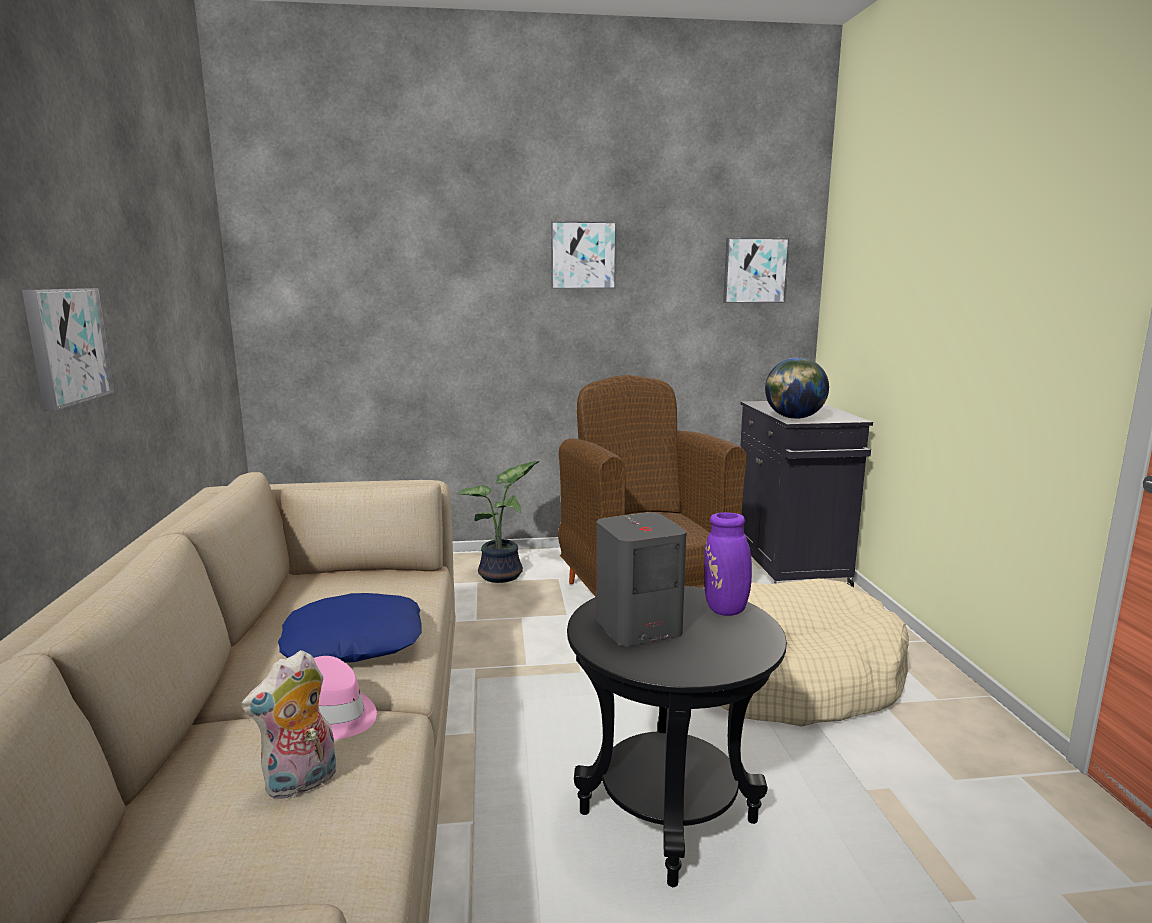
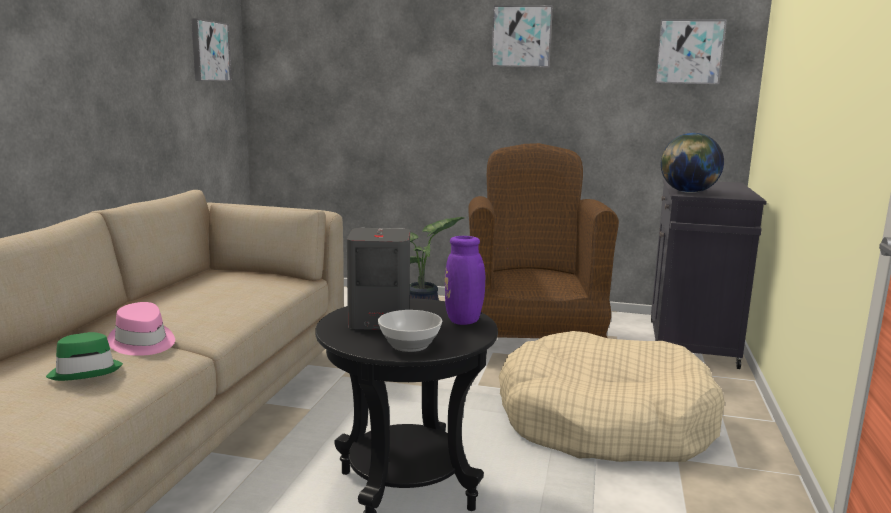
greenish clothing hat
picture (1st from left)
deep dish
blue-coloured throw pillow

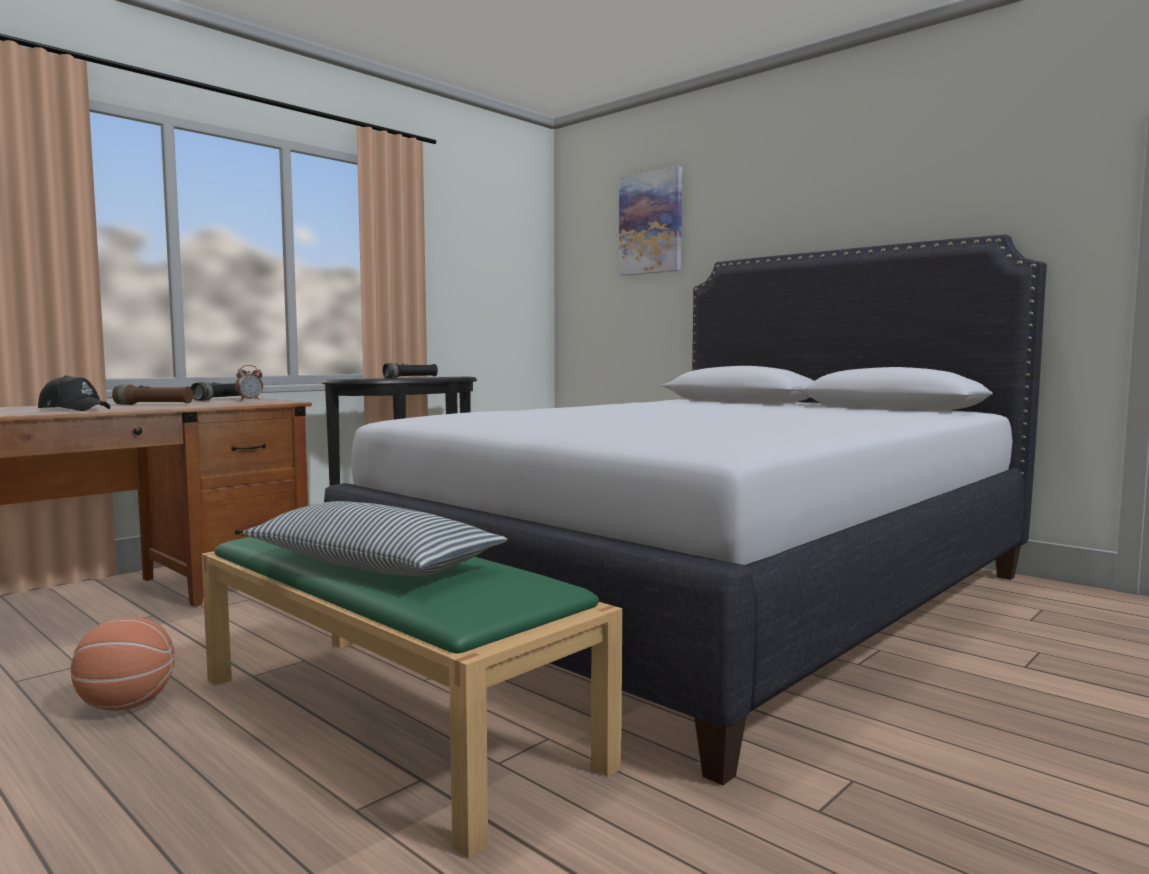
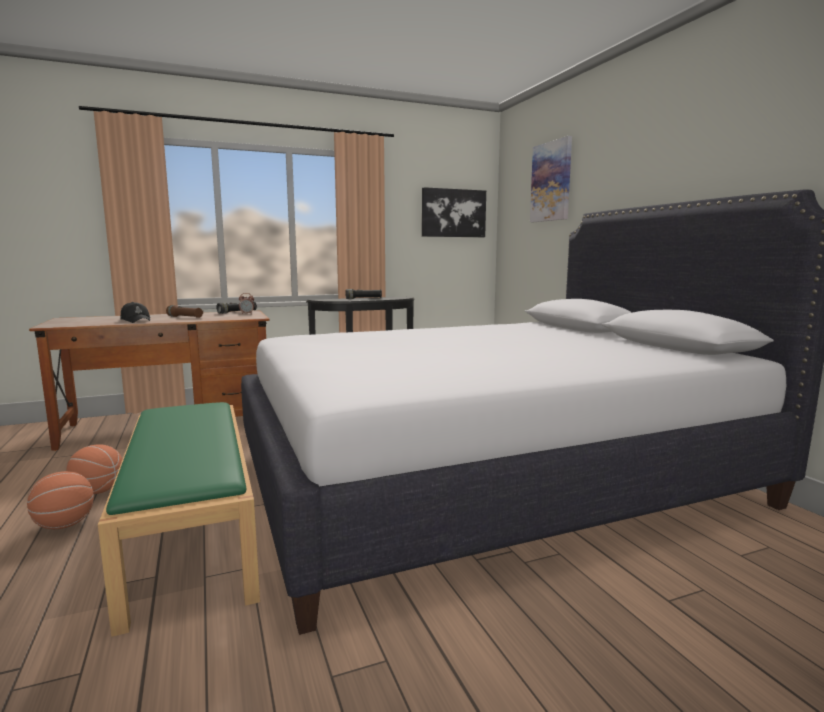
basketball (1st from left)
picture (1st from left)
throw pillow

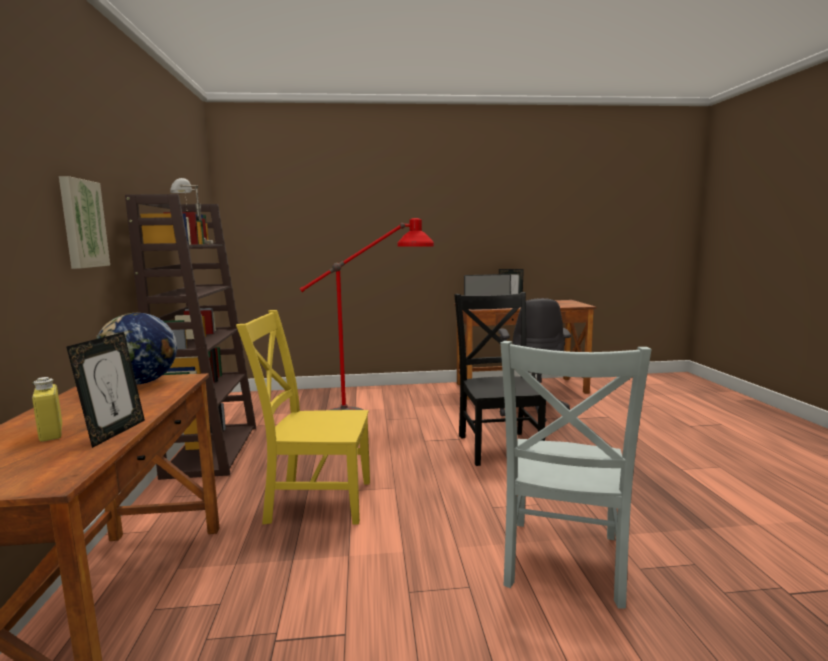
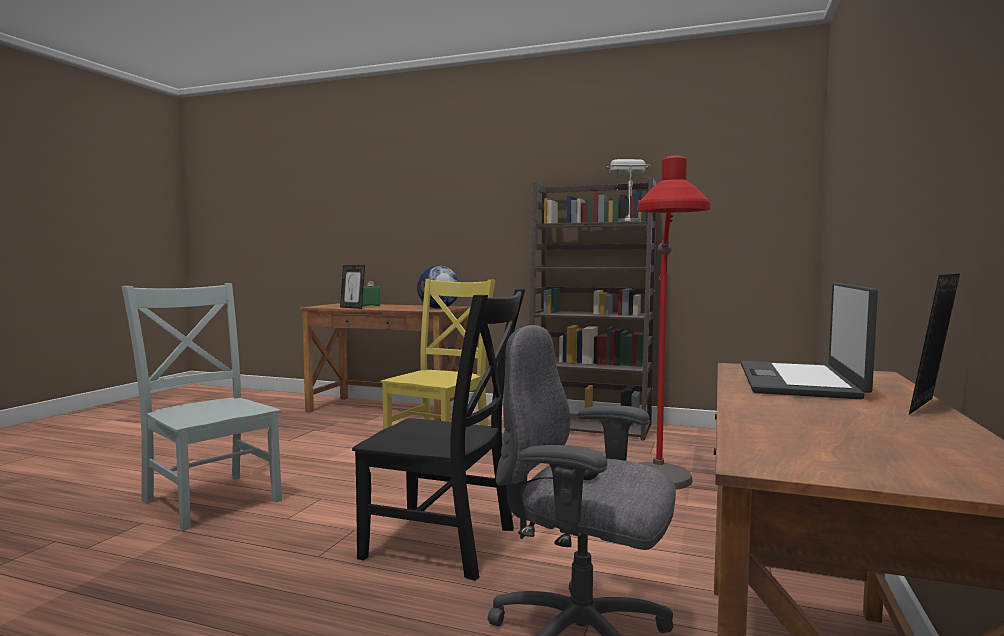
greenish drink bottle
picture

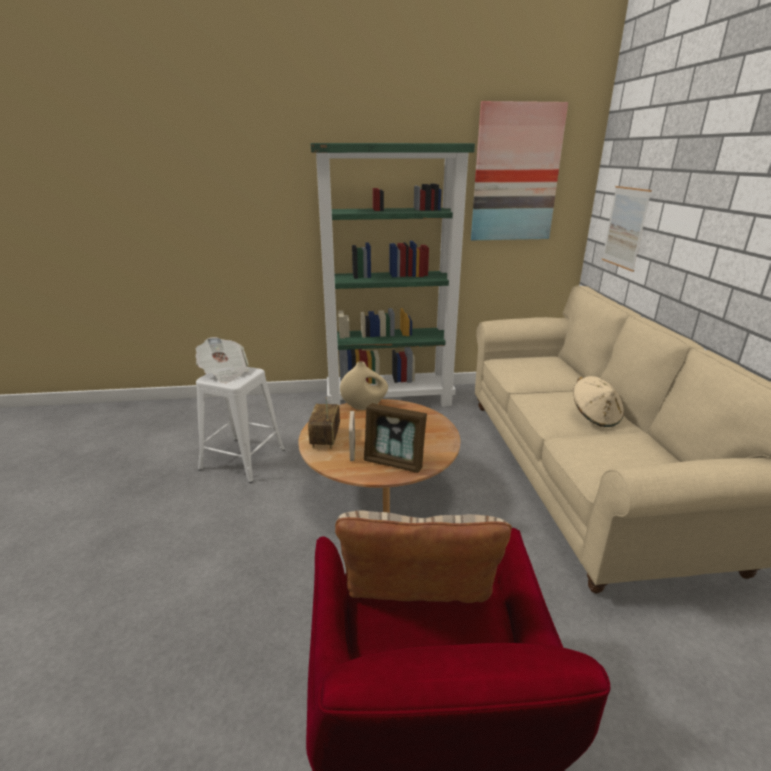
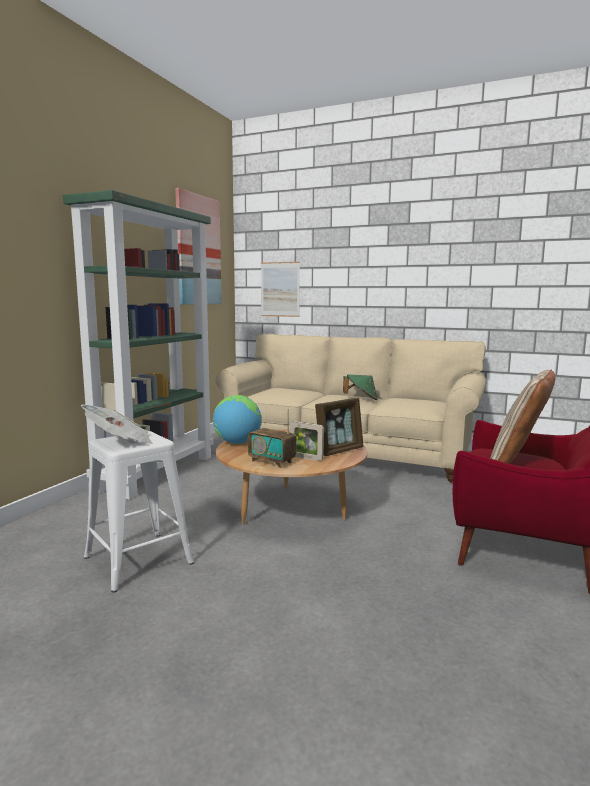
world globe
greenish clothing hat

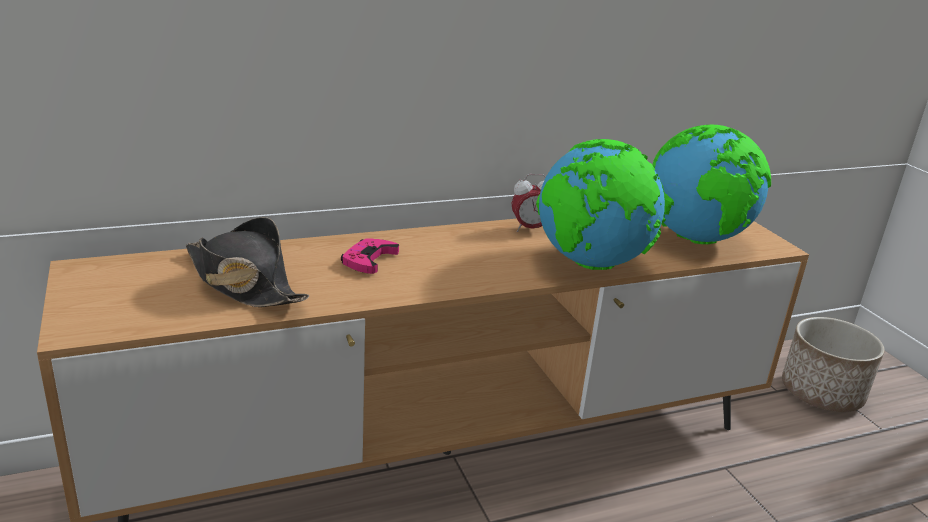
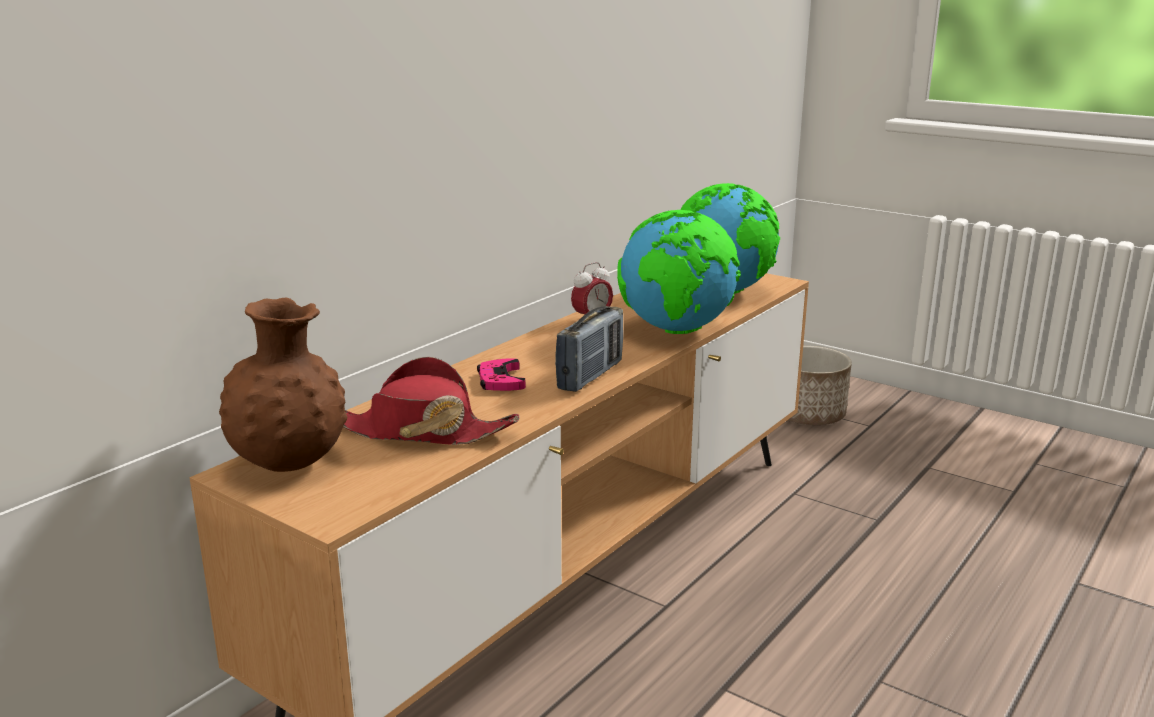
brown flower vase
reddish clothing hat
radio receiver

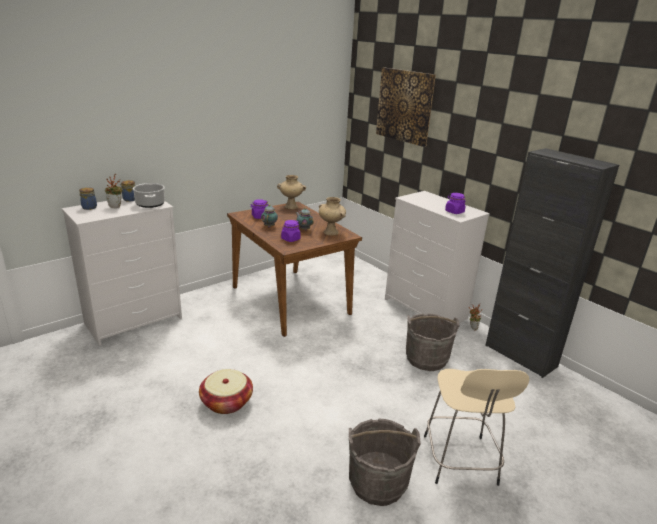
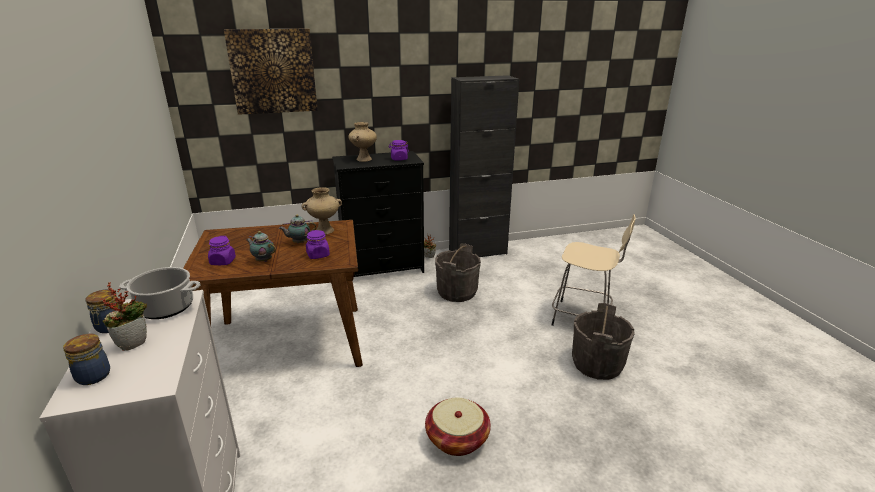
black chest of drawers
beige-coloured flower vase (2nd from left)

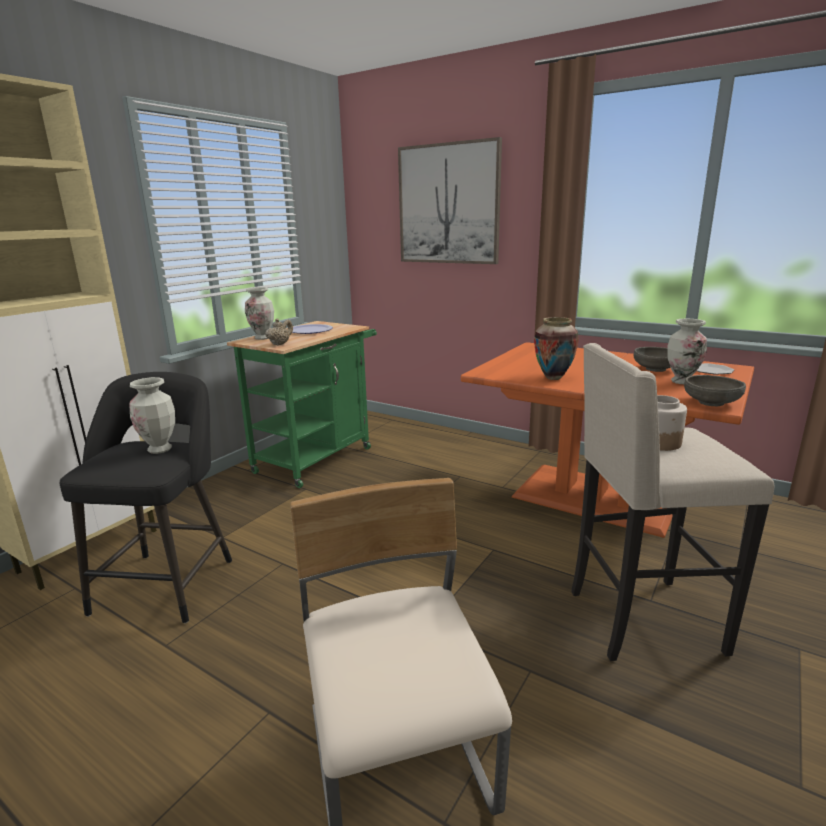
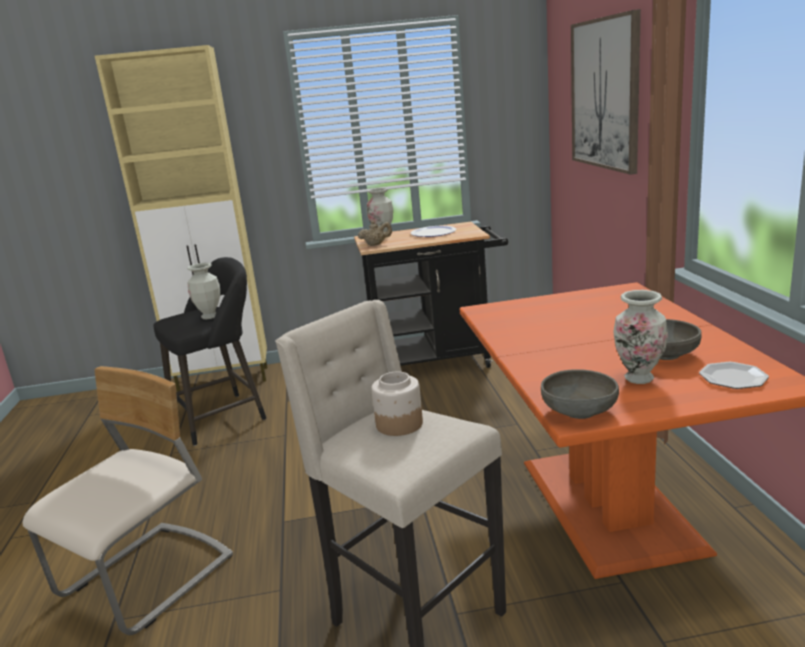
black trolley
flower vase (3rd from left in the first image)

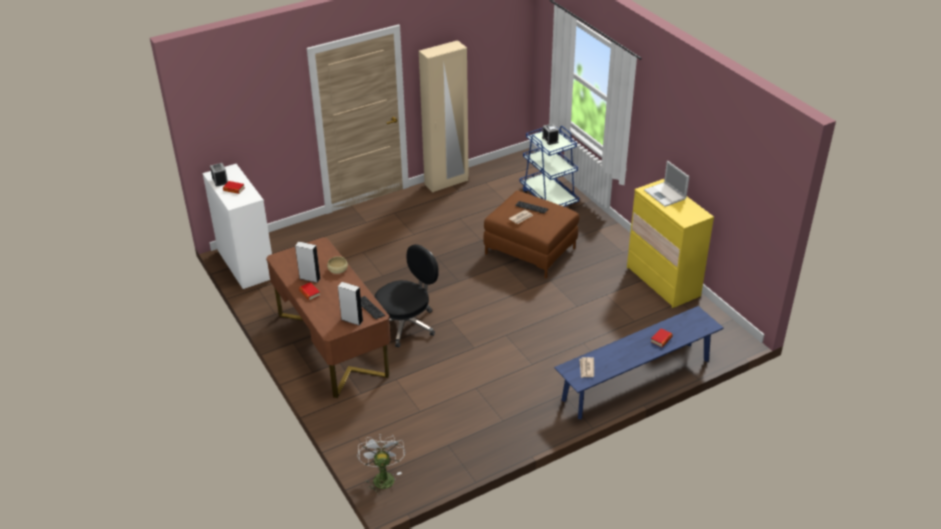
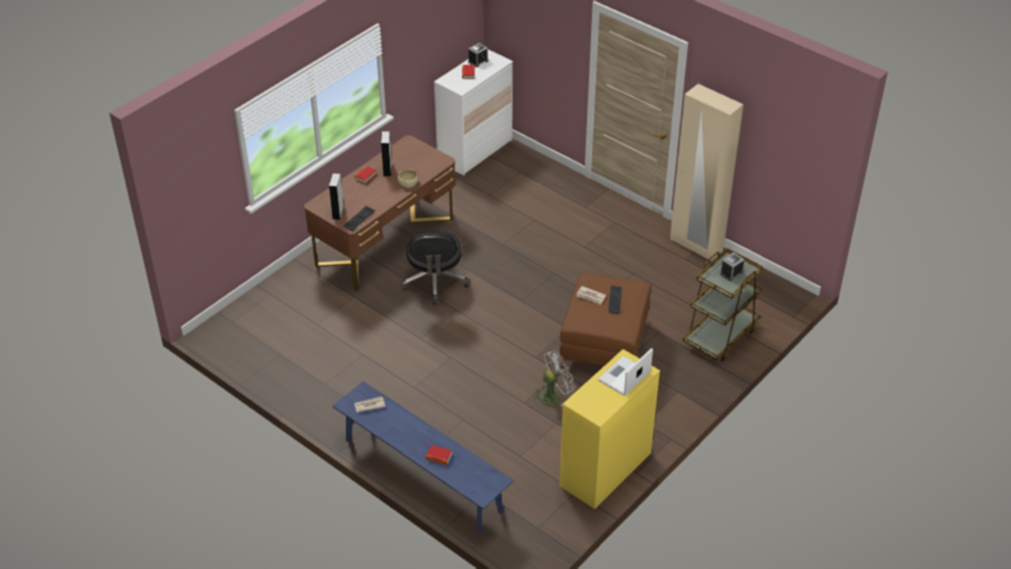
black computer chair
white-coloured cooling fan
brown trolley

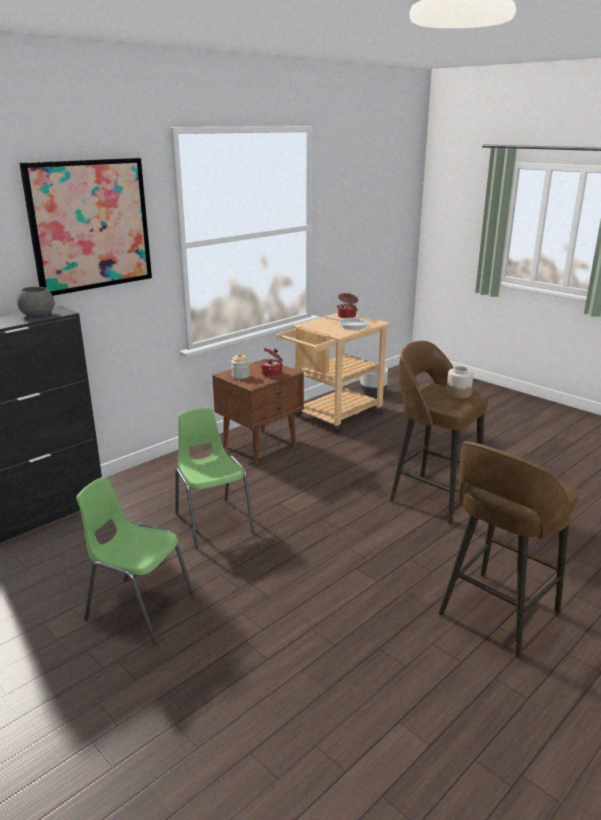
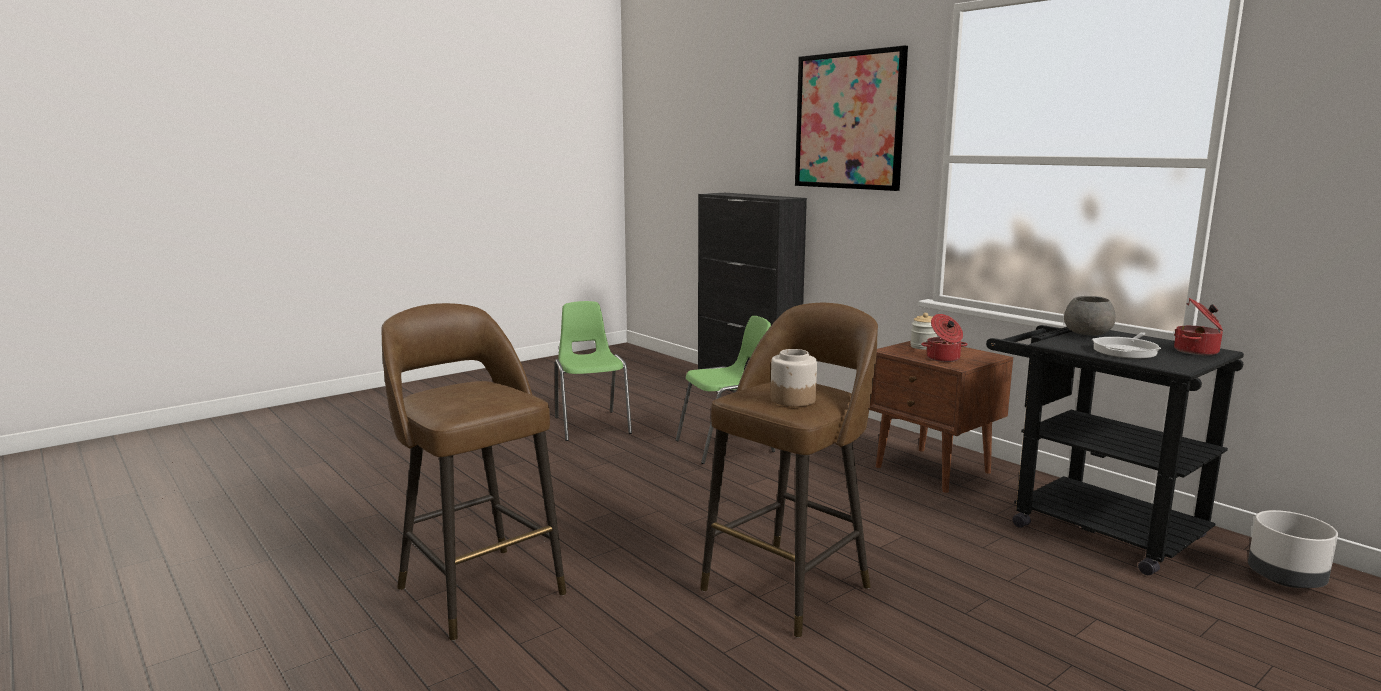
greenish chair (1st from left)
black trolley
greyish deep dish

